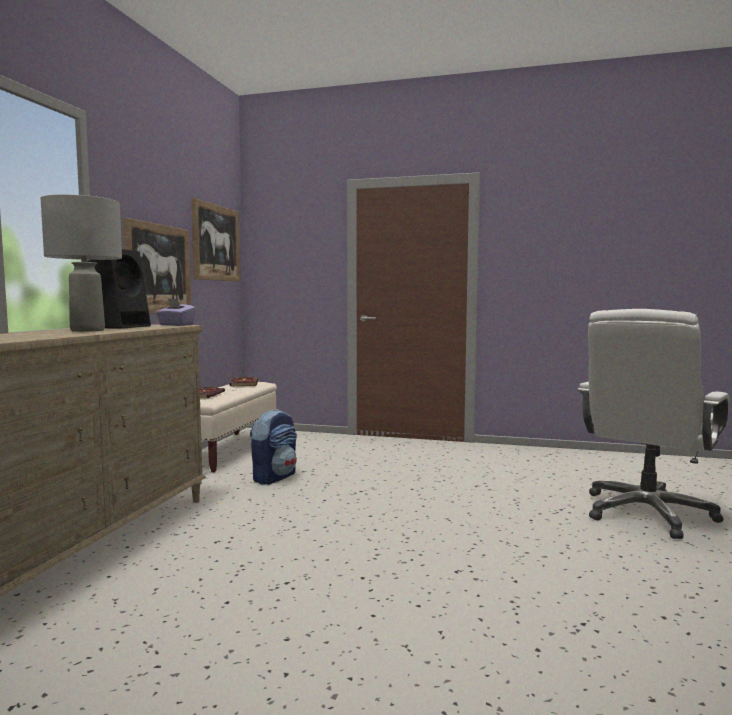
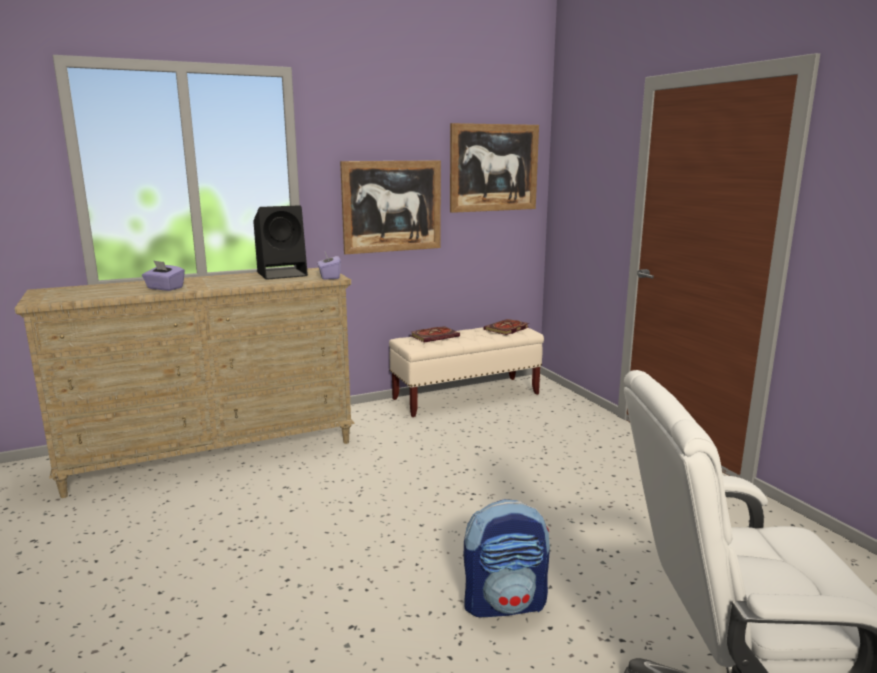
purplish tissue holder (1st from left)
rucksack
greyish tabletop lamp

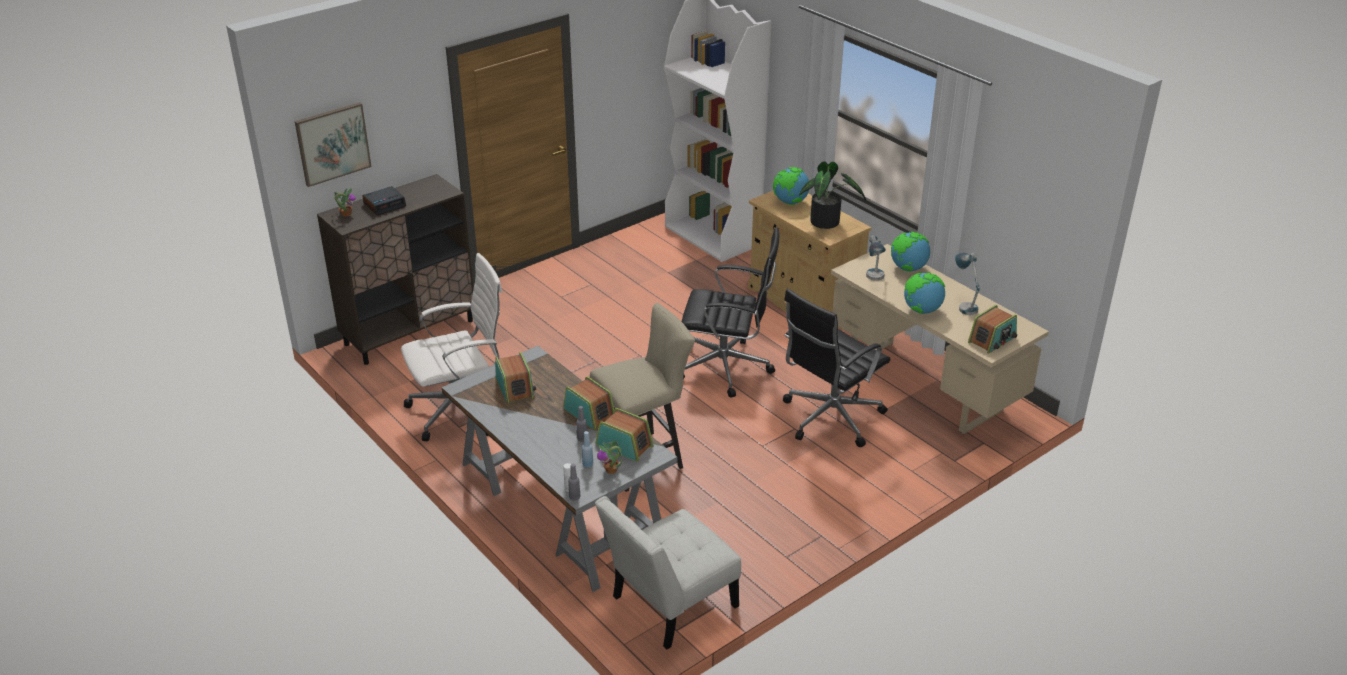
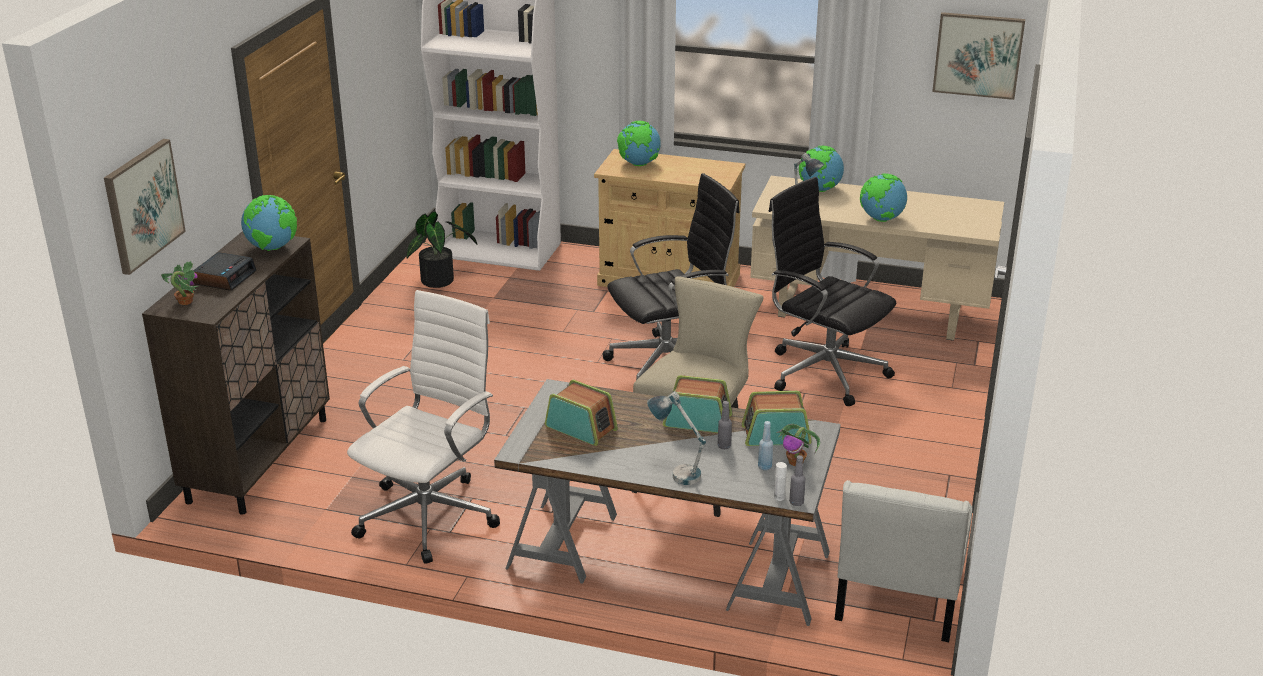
world globe (1st from left)
houseplant (2nd from left)
tabletop lamp (1st from left)
black computer chair (2nd from left)
picture (2nd from left)
radio receiver (4th from left in the first image)

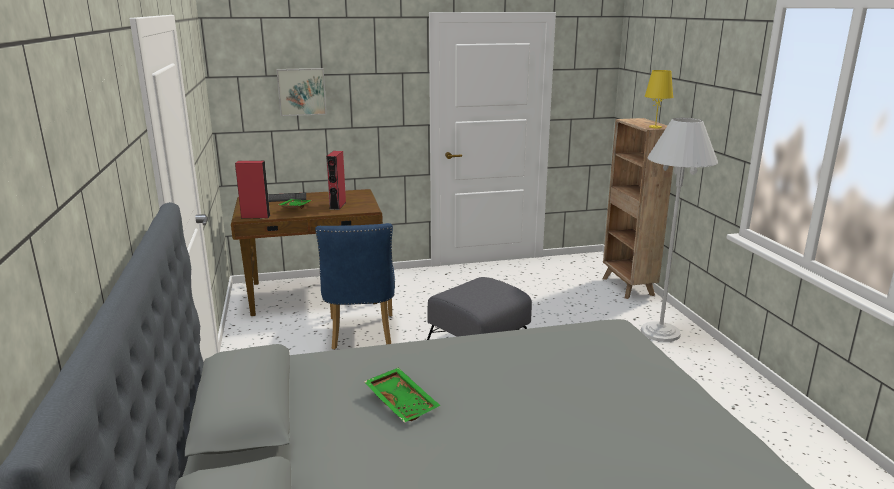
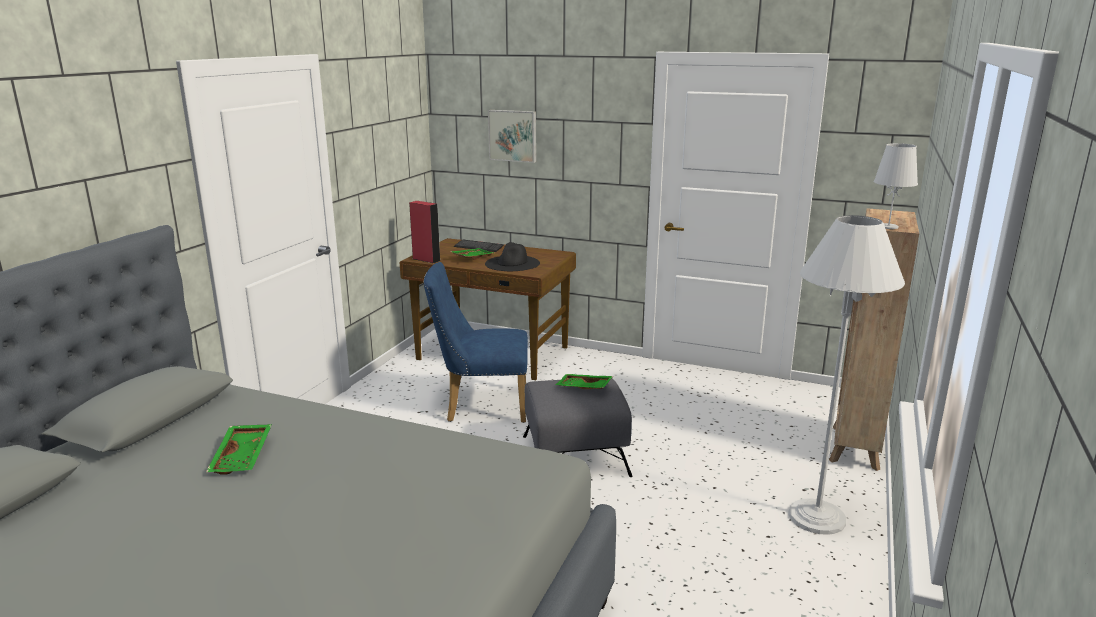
blue-coloured chair
black clothing hat
greenish serving tray (3rd from left)
white-coloured tabletop lamp

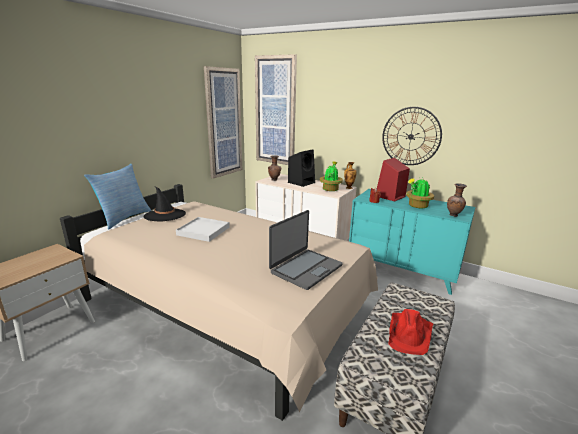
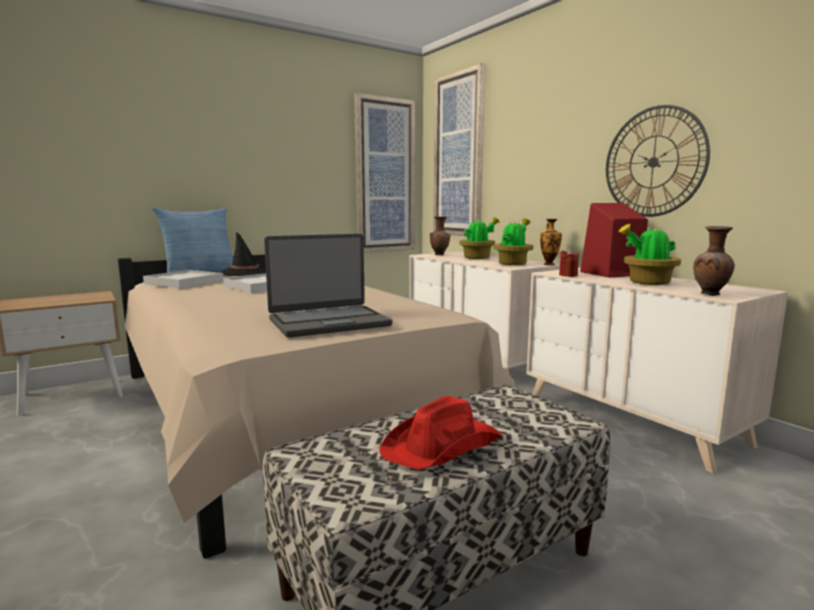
white-coloured serving tray (1st from left)
houseplant (1st from left)
beige-coloured chest of drawers (2nd from left)

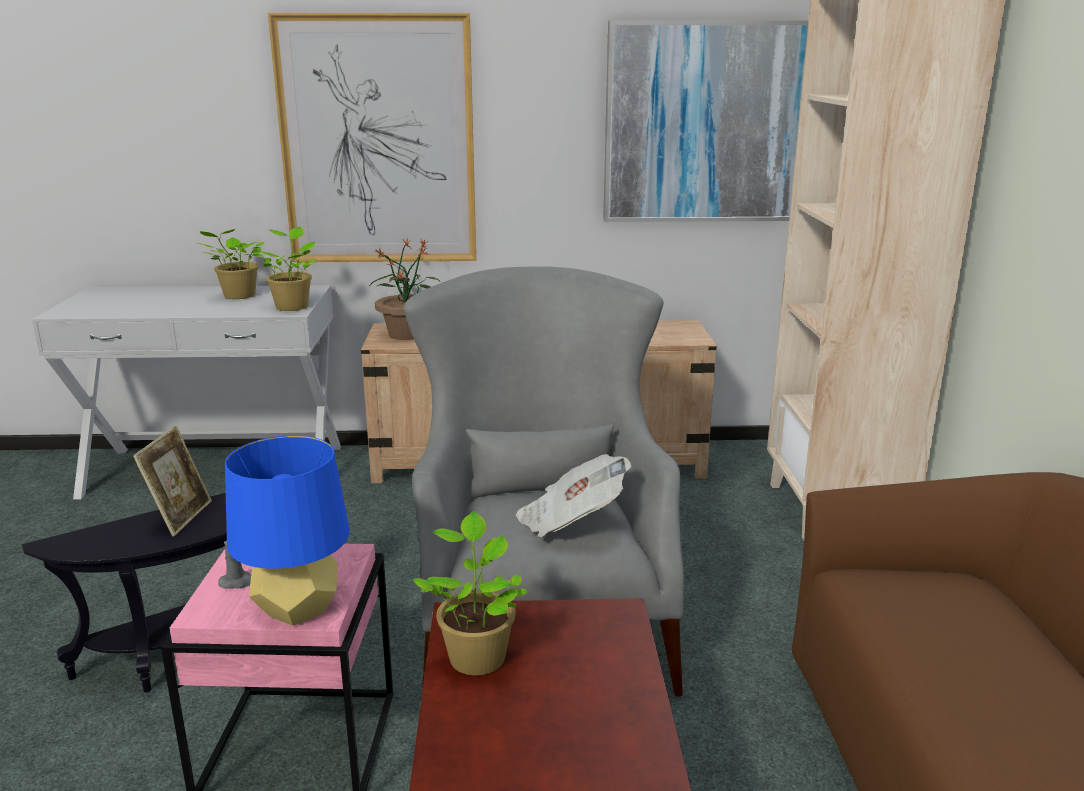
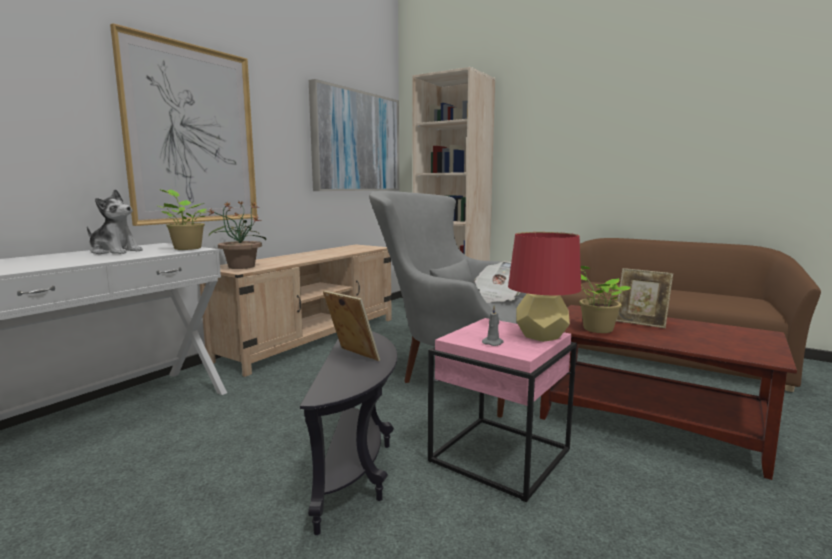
soft toy
reddish tabletop lamp
photo frame (2nd from left)

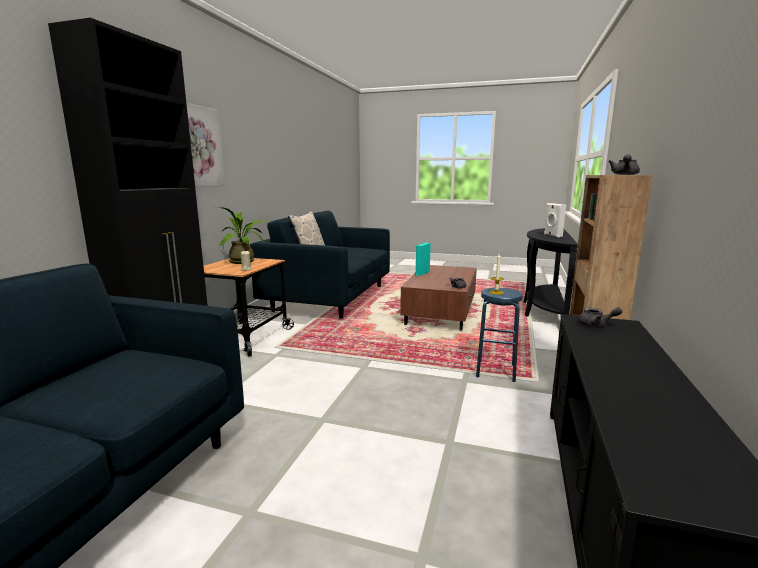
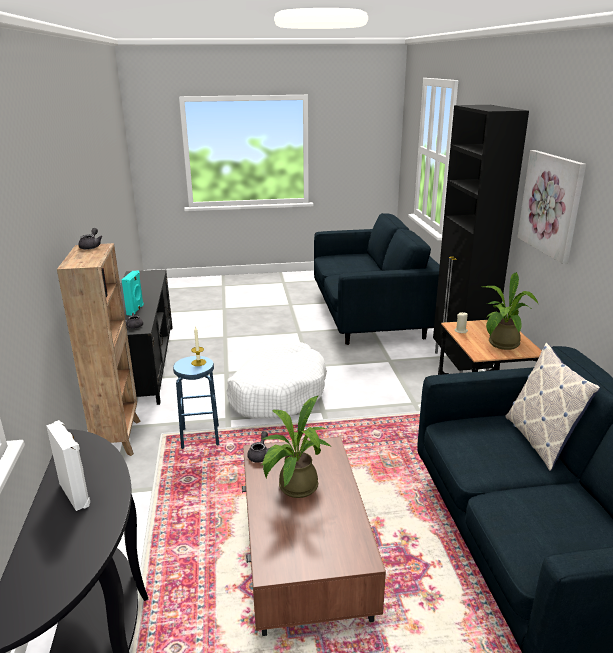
turquoise speaker
white-coloured dog bed
houseplant (1st from left)

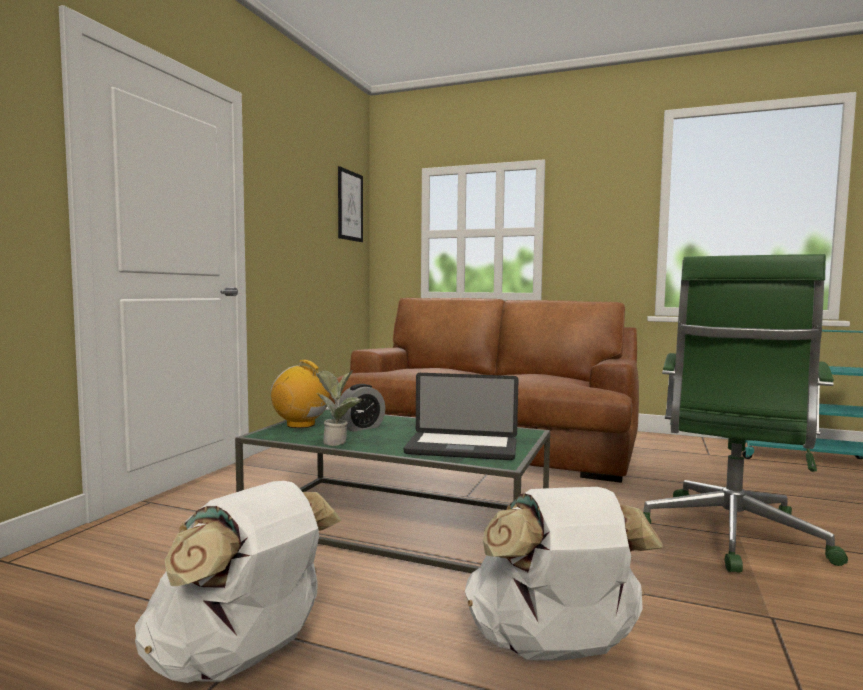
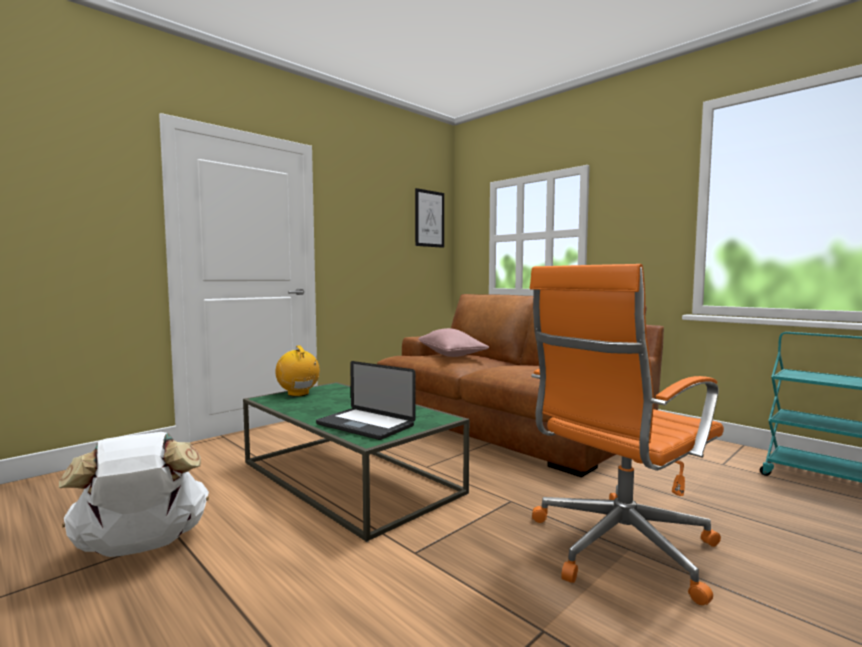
pinkish throw pillow
orangey computer chair
houseplant
bedside clock
white-coloured rucksack (2nd from left in the first image)

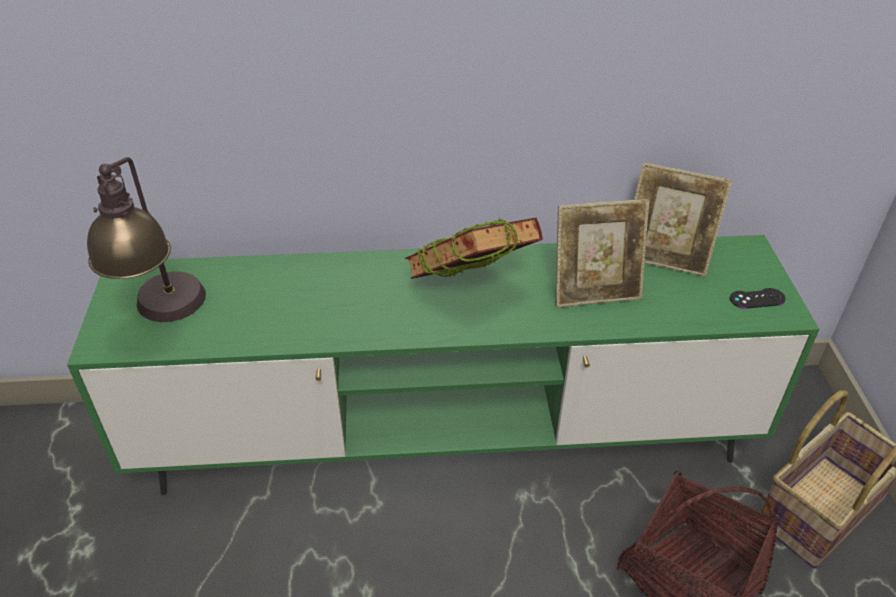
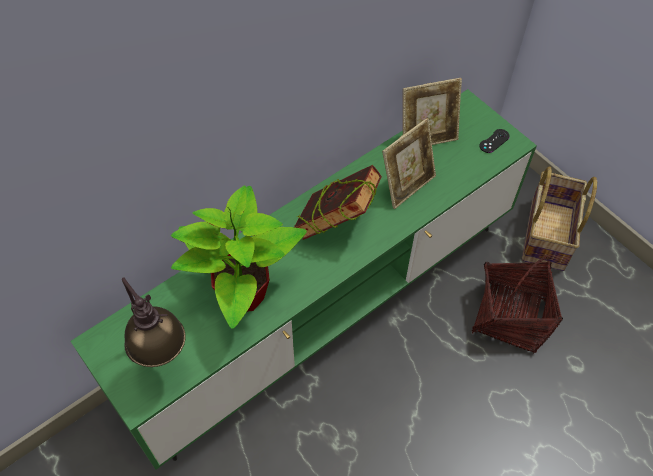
houseplant

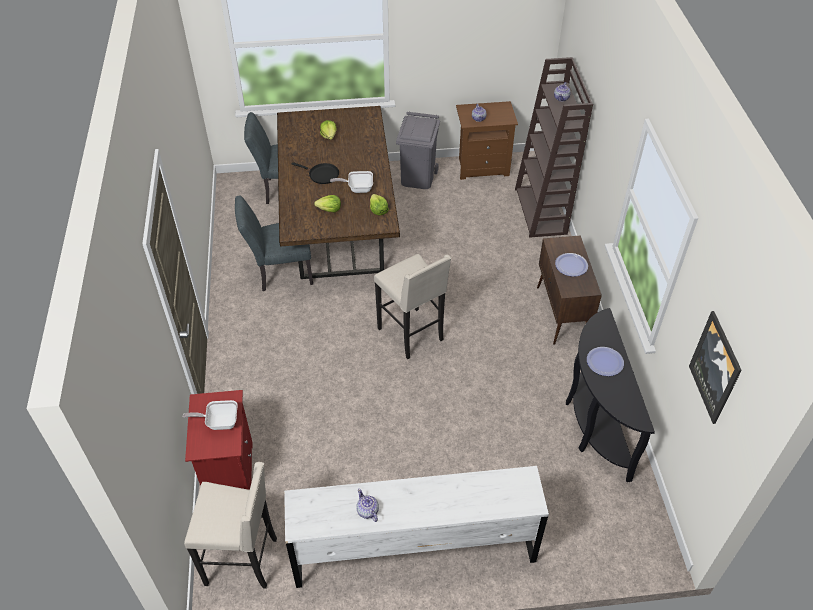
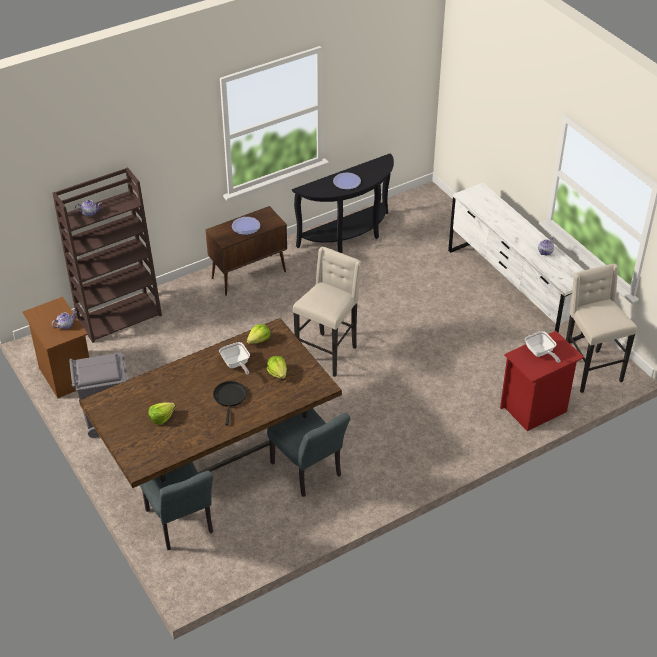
picture

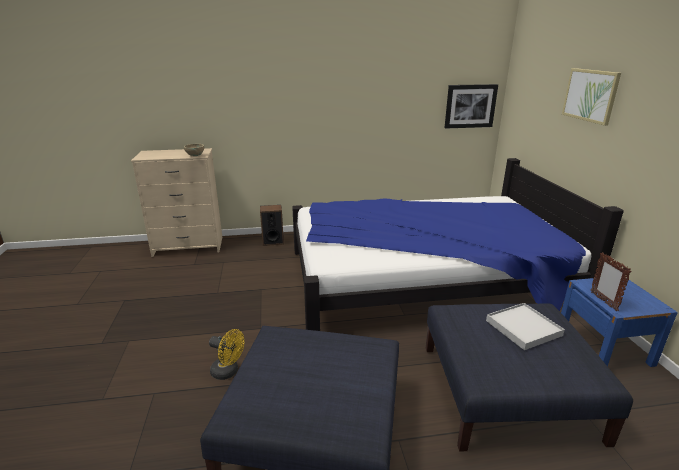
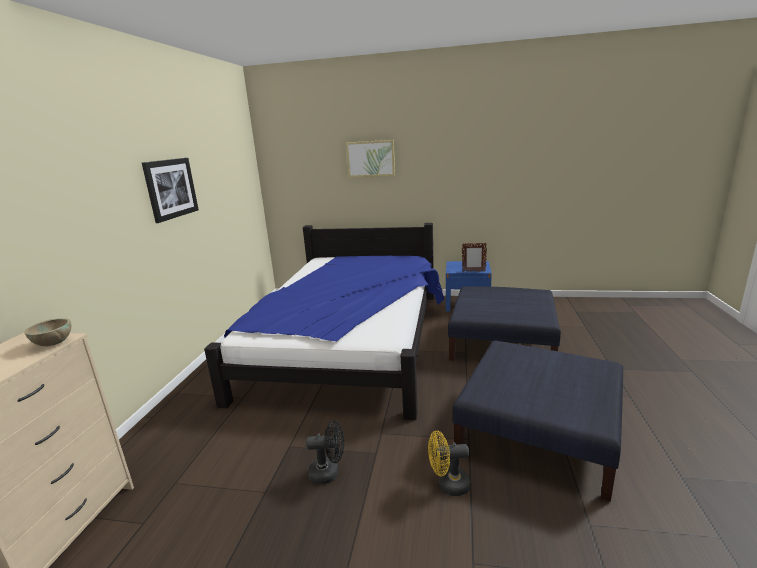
picture (1st from left)
black cooling fan
yellow cooling fan
speaker
white-coloured serving tray

